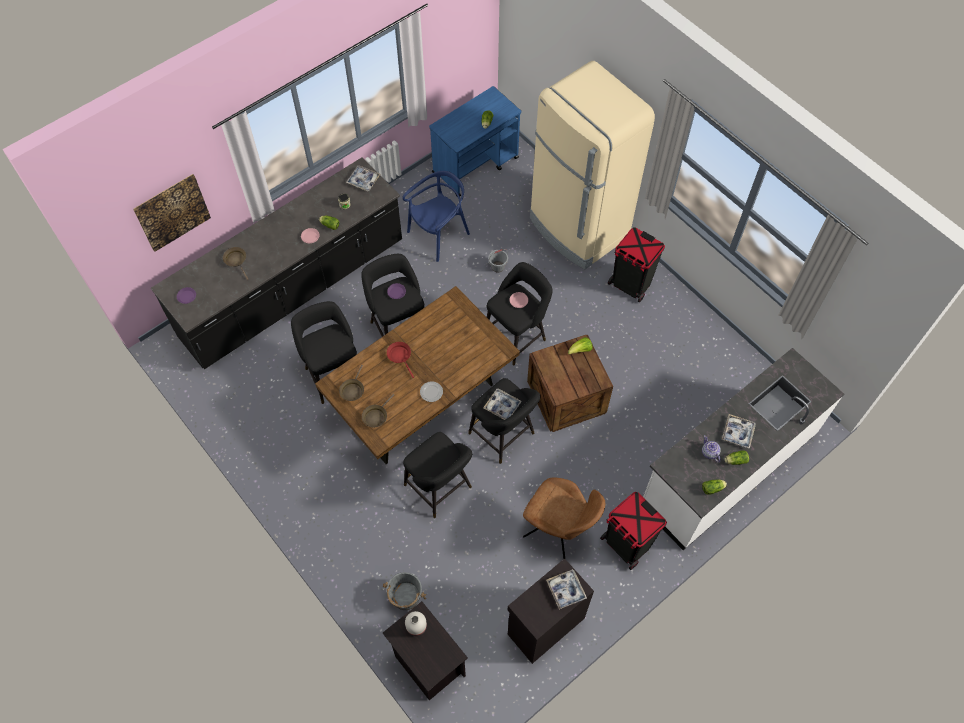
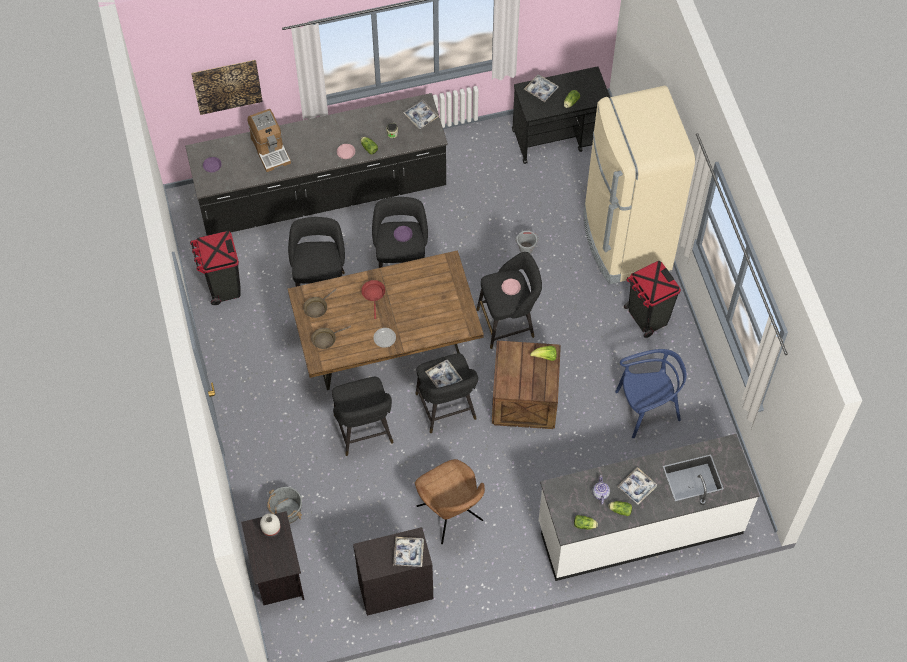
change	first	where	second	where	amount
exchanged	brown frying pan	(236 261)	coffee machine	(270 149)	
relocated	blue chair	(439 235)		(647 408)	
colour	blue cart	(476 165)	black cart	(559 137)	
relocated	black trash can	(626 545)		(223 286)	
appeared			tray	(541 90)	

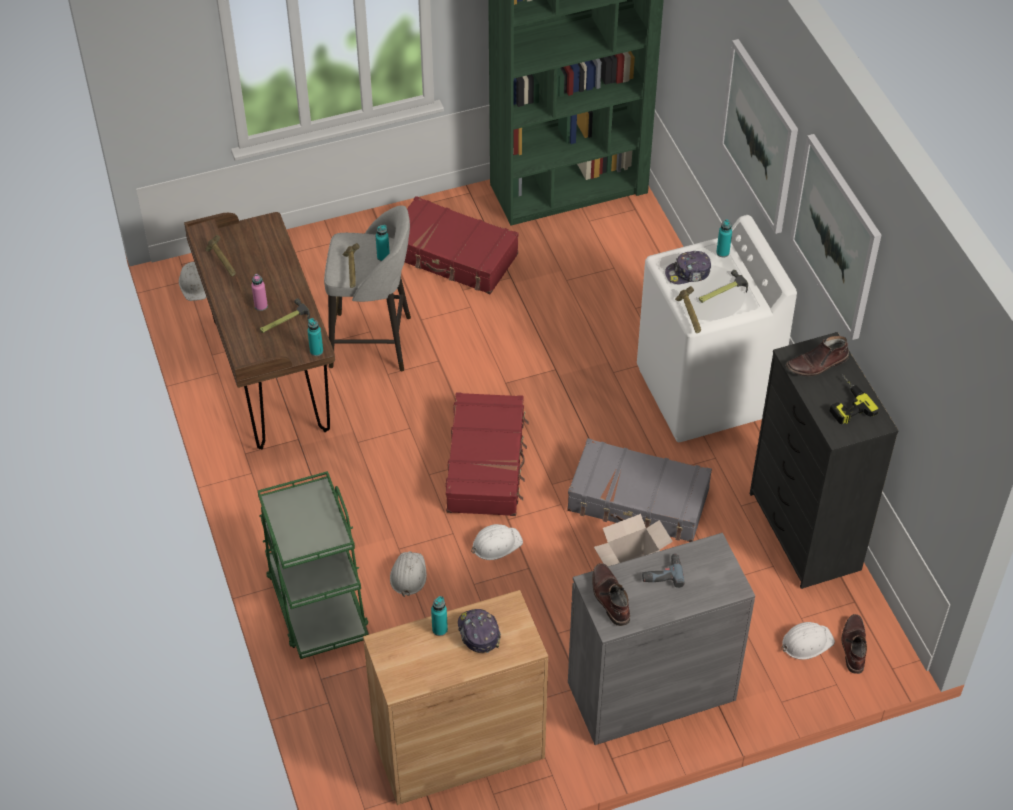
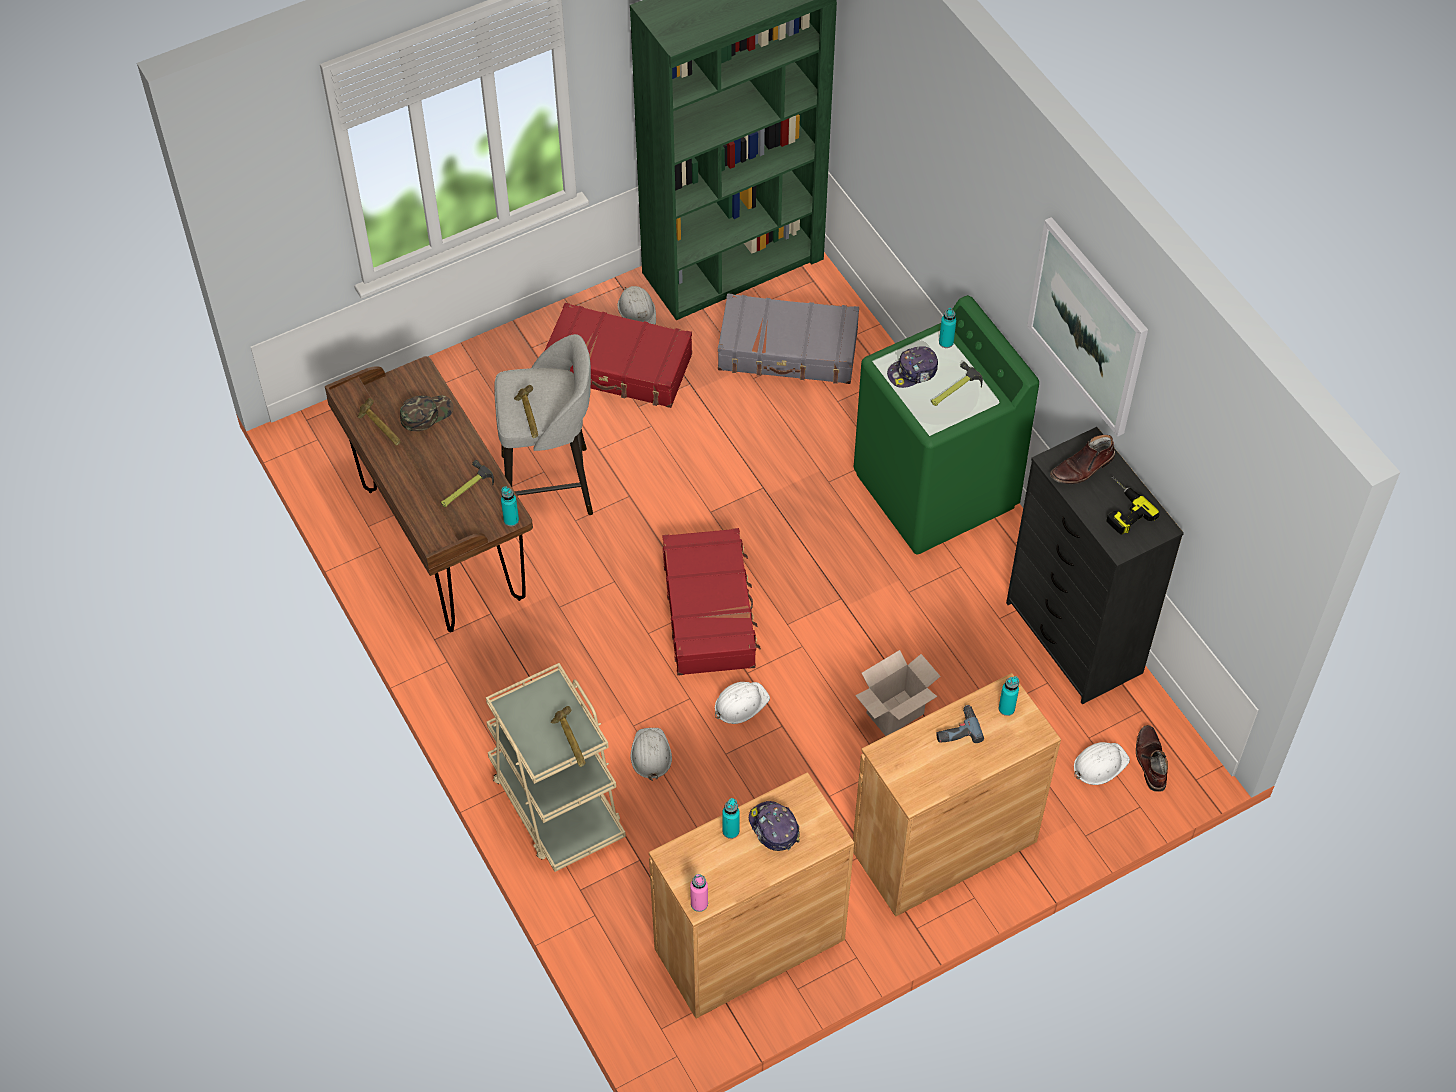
change	first	where	second	where	amount
relocated	white hard hat	(195 284)		(637 310)	
relocated	pink bottle	(261 306)		(699 904)	
colour	green cart	(317 604)	beige cart	(556 803)	
relocated	turquoise bottle	(383 257)		(1006 708)	
relocated	grey suitcase	(638 501)		(788 351)	
colour	grey cabinet	(651 691)	brown cabinet	(944 846)	
missing	brown boot	(609 598)			
colour	white washing machine	(706 392)	green washing machine	(935 491)	
relocated	hammer	(689 316)		(571 743)	
missing	picture	(760 136)			
appeared			green cap	(426 413)	

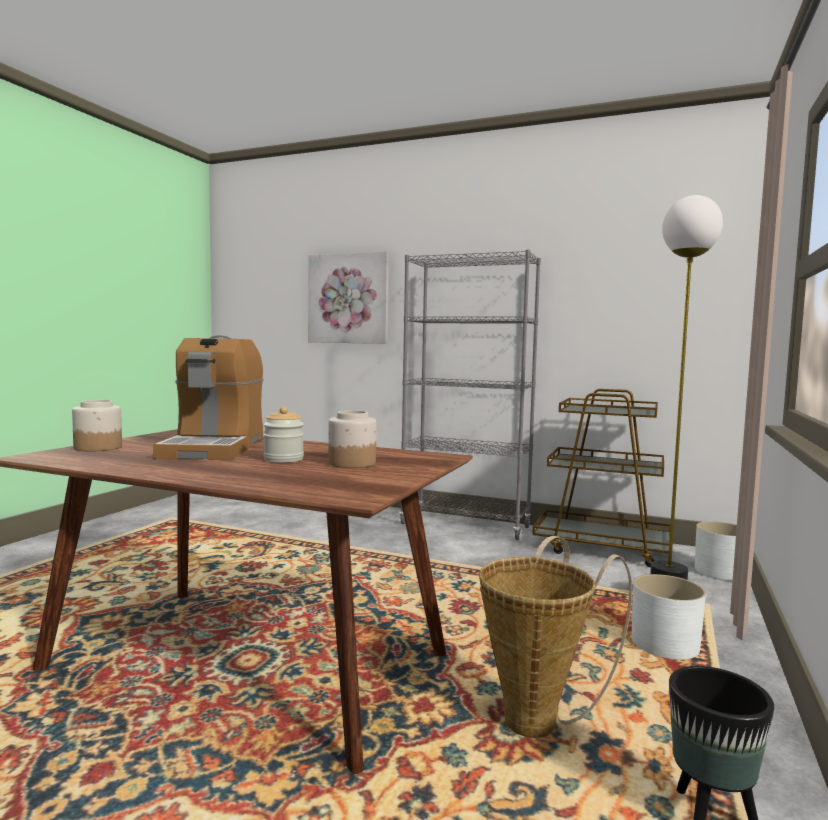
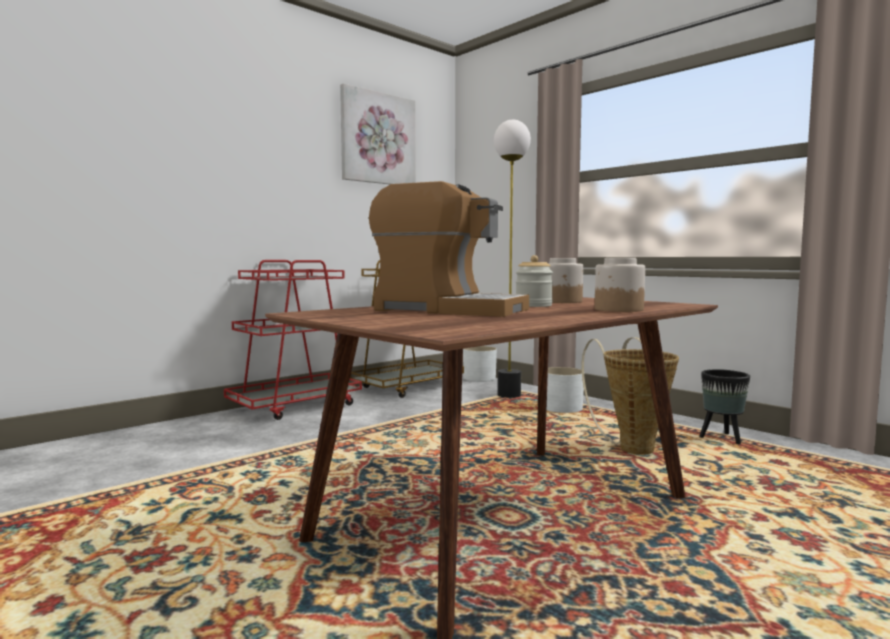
change	first	where	second	where	amount
relocated	jar	(98 447)		(618 309)	
relocated	picture	(349 298)		(377 138)	
exchanged	grey bookcase	(465 525)	red cart	(295 406)	

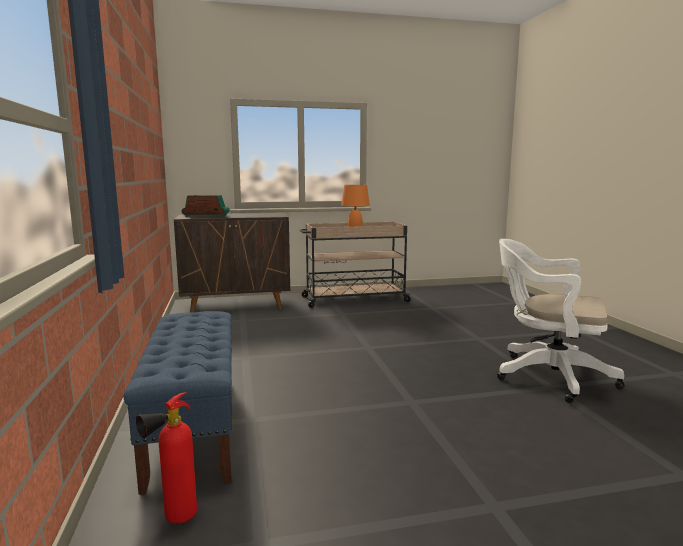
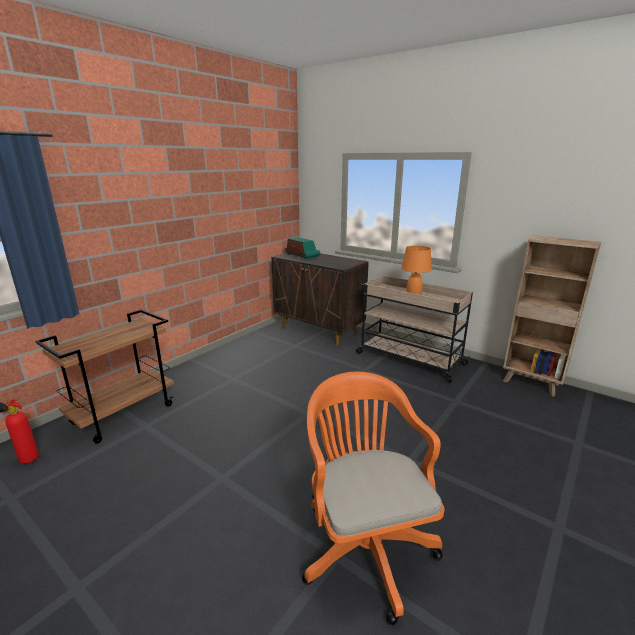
change	first	where	second	where	amount
exchanged	blue bench	(194 427)	brown cart	(124 413)	
colour	white office chair	(547 375)	orange office chair	(364 543)	
appeared			brown bookcase	(532 383)	

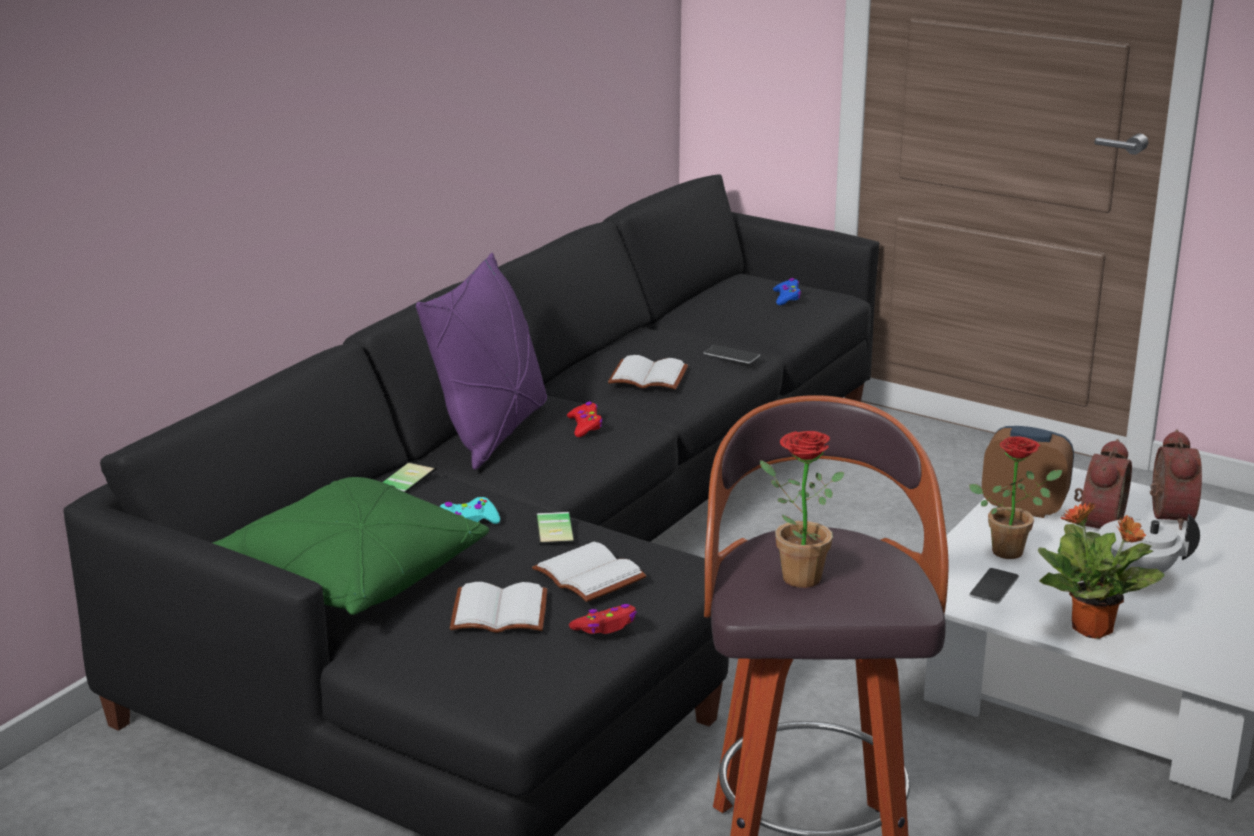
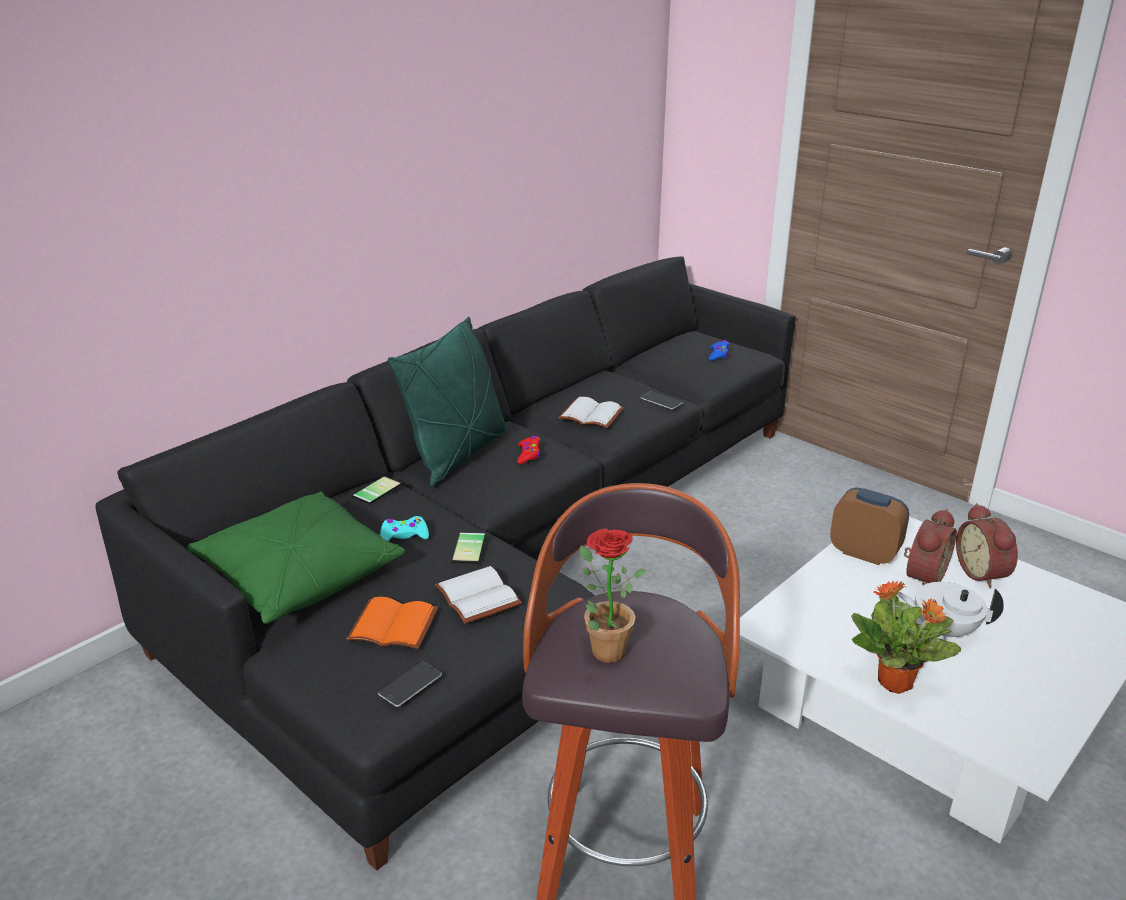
change	first	where	second	where	amount
colour	purple pillow	(492 433)	green pillow	(458 454)	
colour	white book	(501 611)	orange book	(395 624)	
missing	red game controller	(605 626)			
missing	potted plant	(1012 549)			
relocated	phone	(994 586)		(410 684)	
spun	alarm clock	(1166 515)		(983 573)	150 degrees clockwise

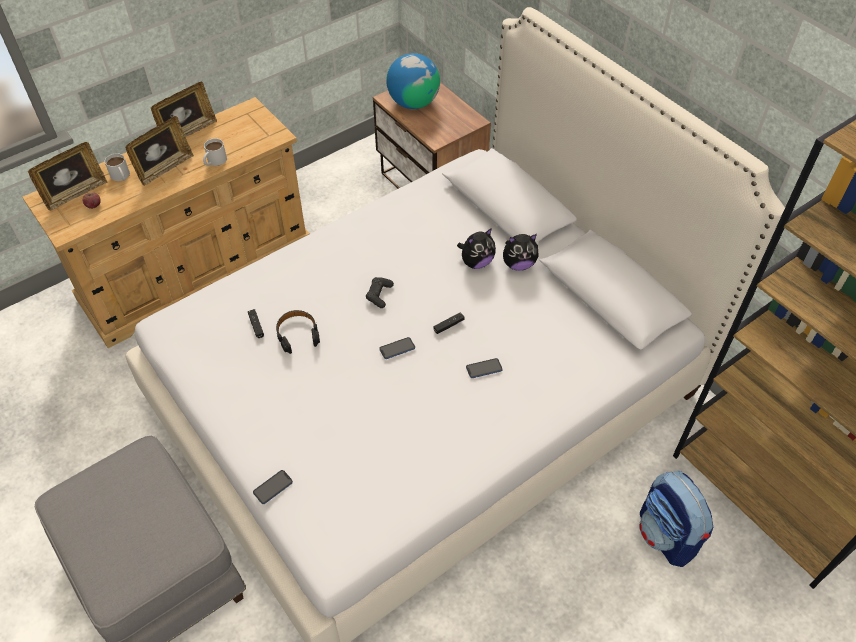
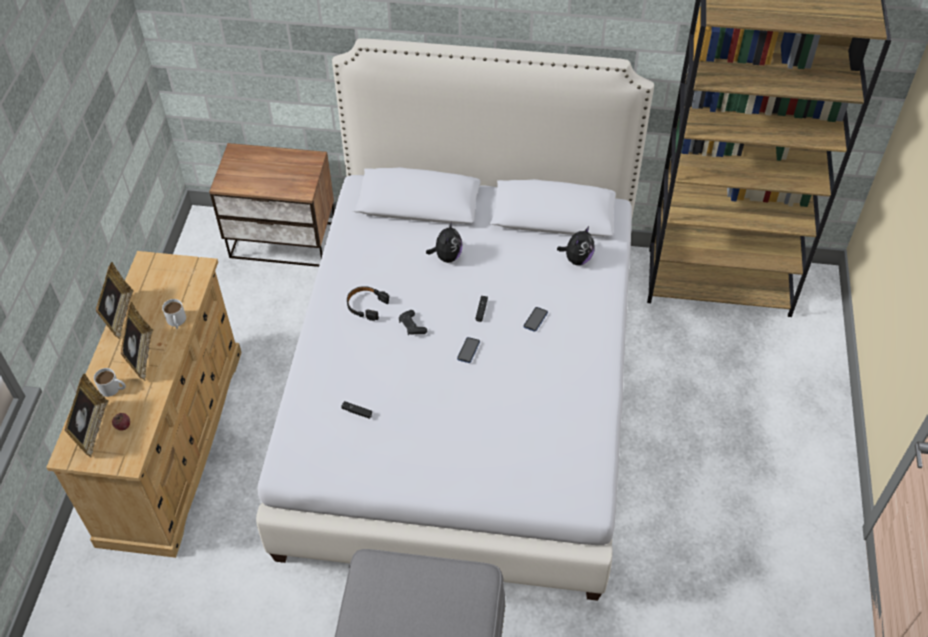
change	first	where	second	where	amount
missing	phone	(273 487)			
relocated	black headphones	(297 334)		(366 305)	
missing	globe	(413 102)			
relocated	plush toy	(518 264)		(577 259)	
missing	backpack	(667 535)			

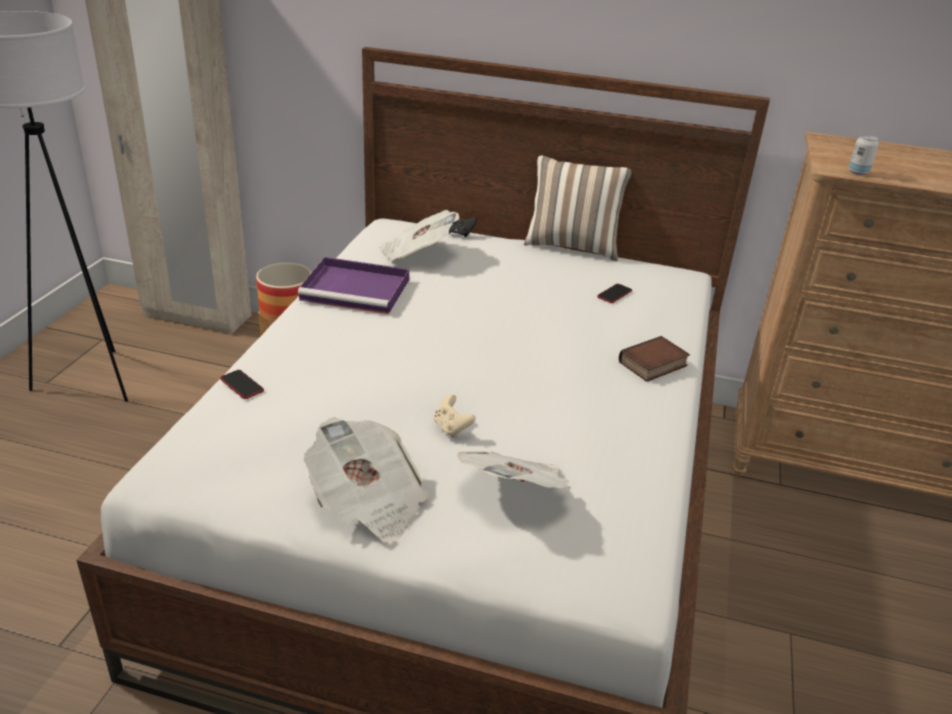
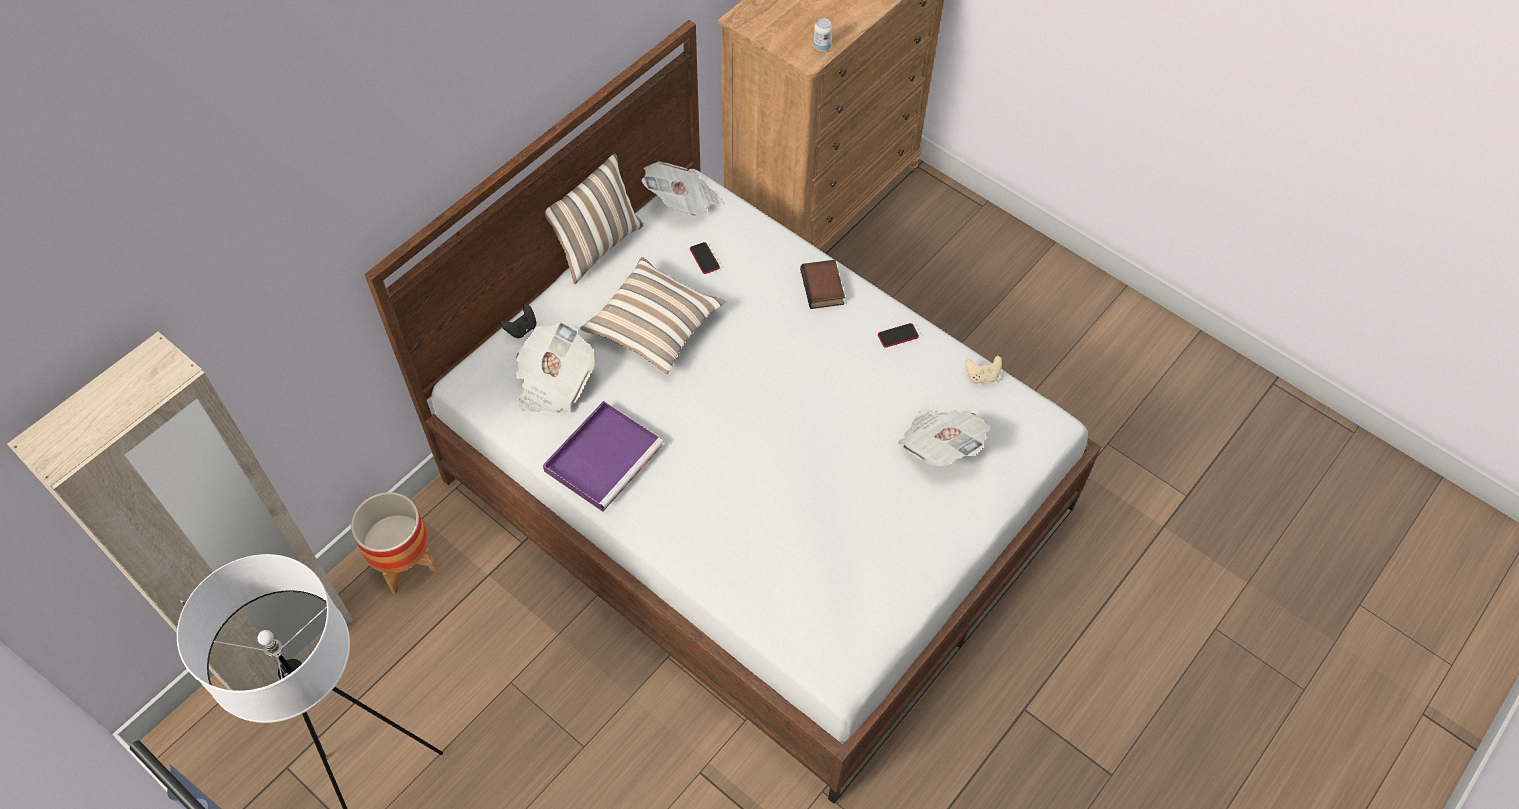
change	first	where	second	where	amount
relocated	phone	(242 385)		(898 336)	
relocated	newspaper	(368 503)		(683 202)	
relocated	beige game controller	(451 428)		(982 376)	
appeared			pillow	(654 327)	

